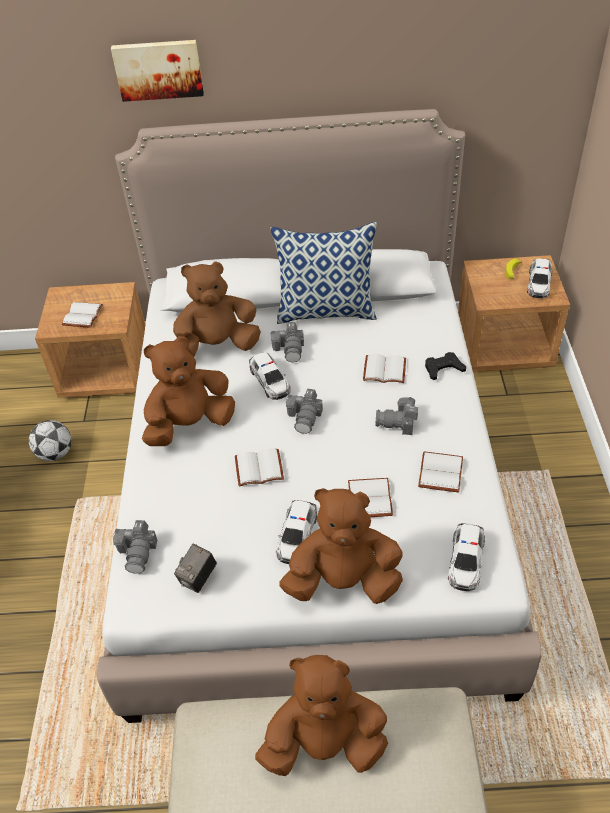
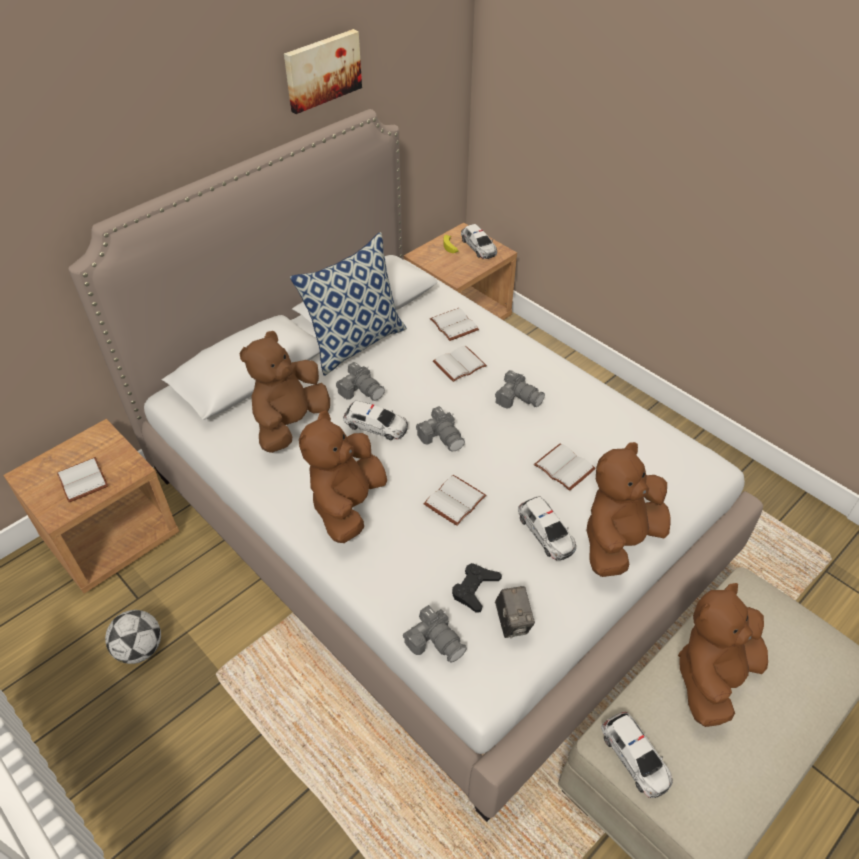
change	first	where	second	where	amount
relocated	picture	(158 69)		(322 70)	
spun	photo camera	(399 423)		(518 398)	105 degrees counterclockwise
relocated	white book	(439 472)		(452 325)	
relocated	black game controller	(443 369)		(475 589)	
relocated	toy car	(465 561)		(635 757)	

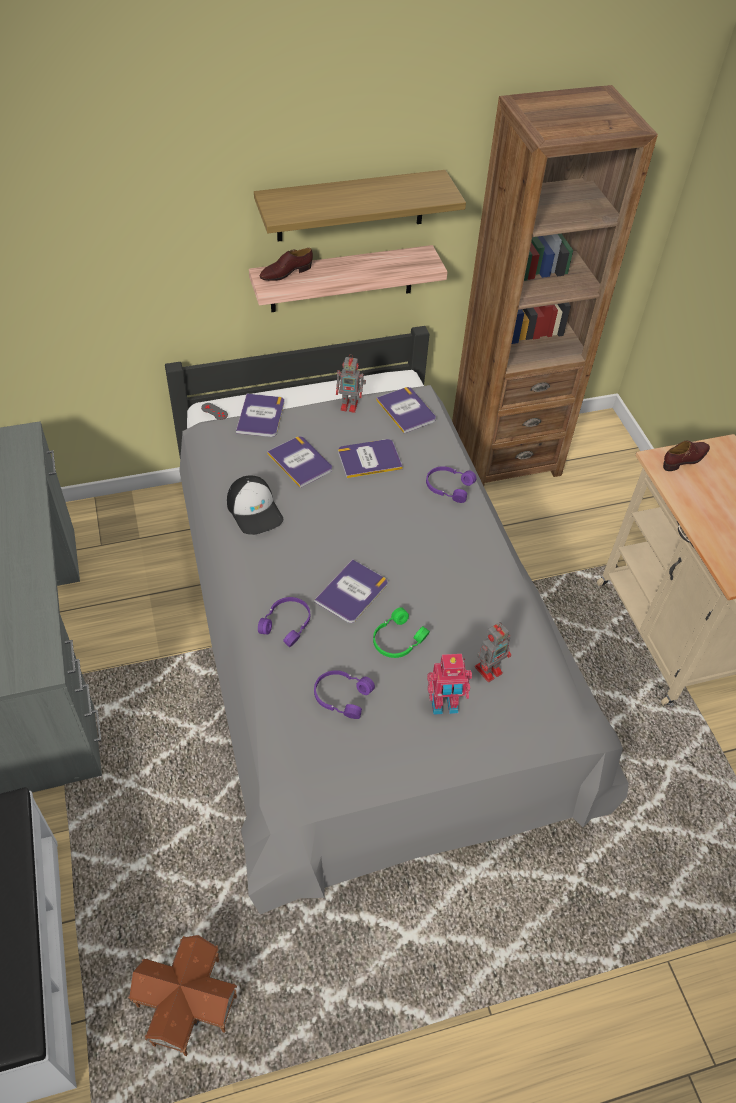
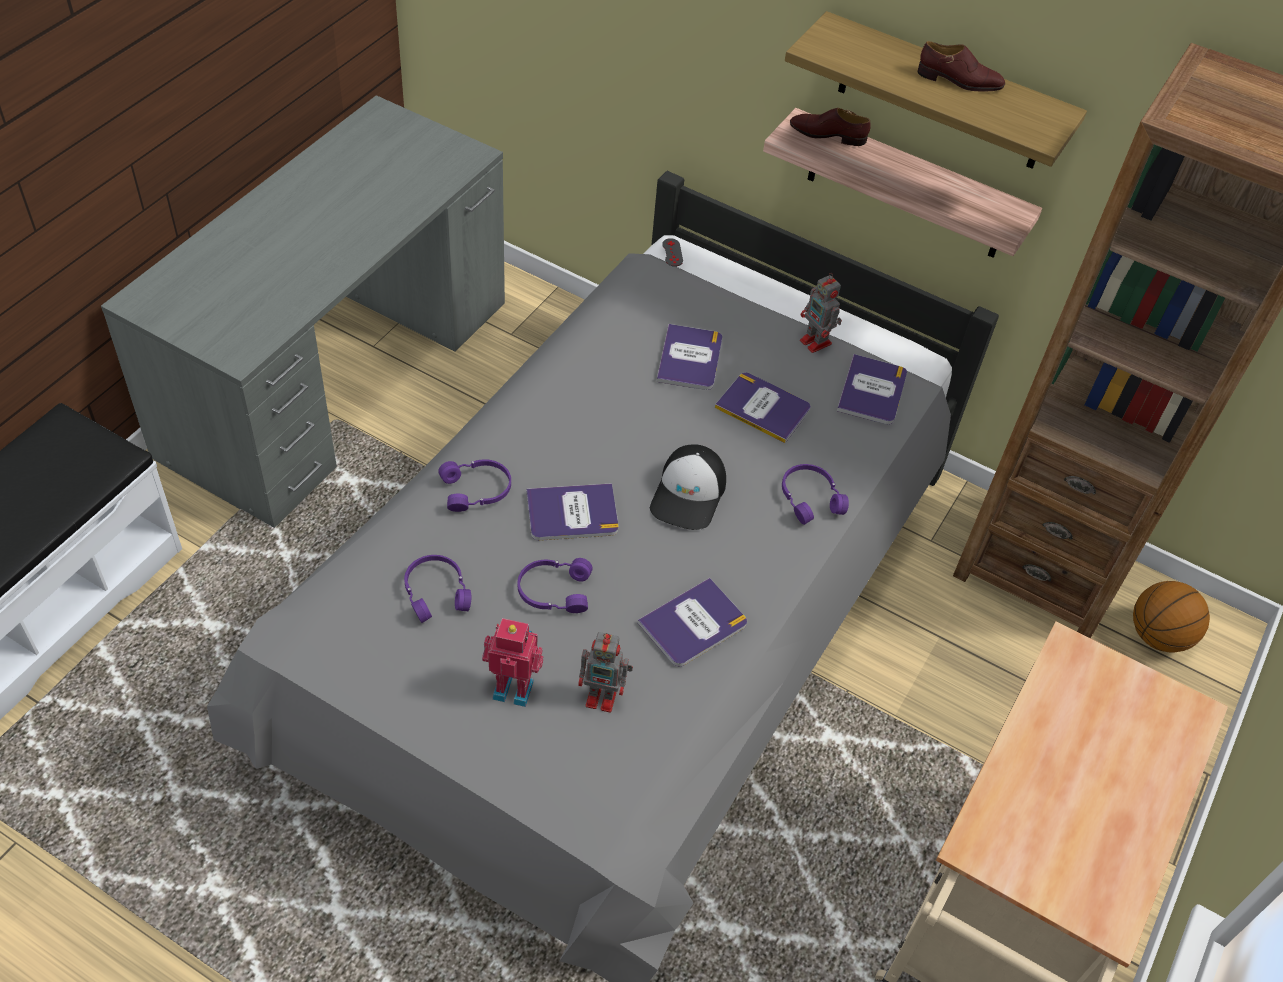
change	first	where	second	where	amount
missing	toy house	(185 1003)			
relocated	cap	(255 510)		(689 494)	
relocated	book	(261 416)		(693 624)	
colour	green headphones	(397 640)	purple headphones	(554 590)	
spun	toy robot	(444 706)		(514 687)	150 degrees clockwise
relocated	brown shoe	(685 459)		(959 81)	
appeared			basketball	(1158 636)	

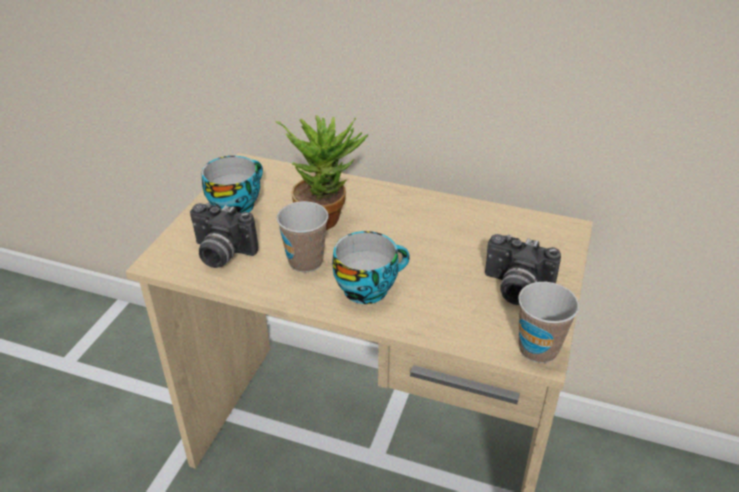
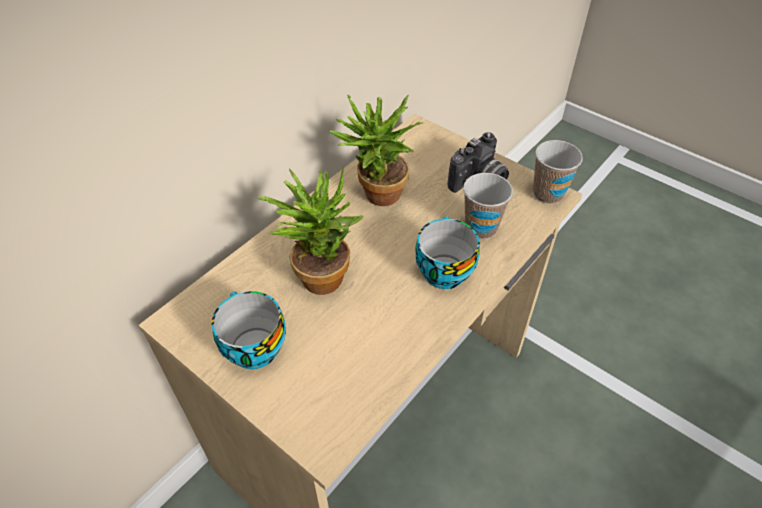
change	first	where	second	where	amount
missing	photo camera	(221 254)			
relocated	cup	(305 262)		(481 228)	
appeared			potted plant	(376 197)	

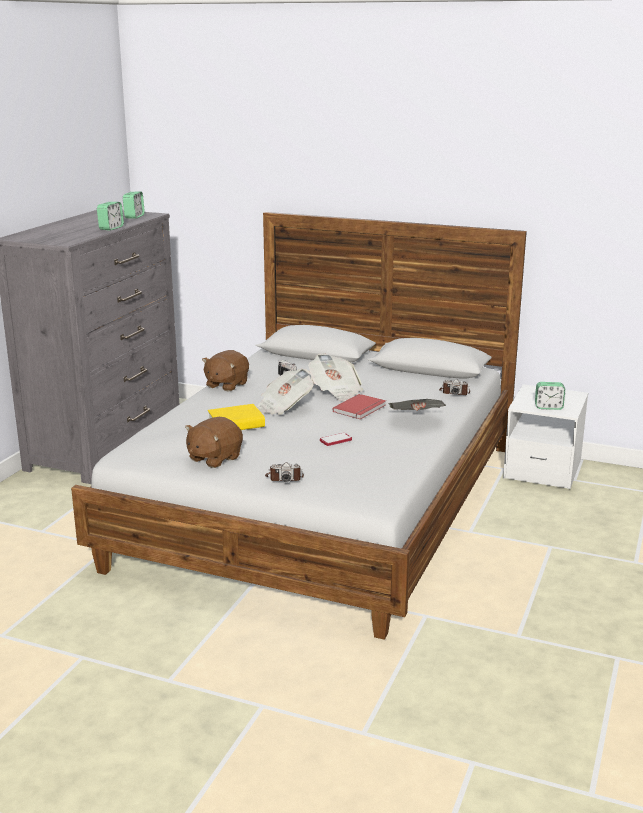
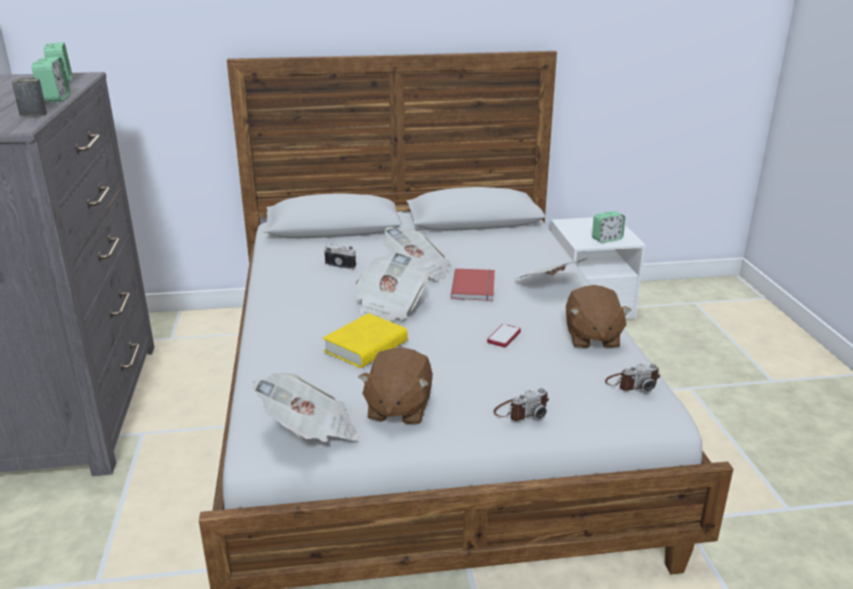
change	first	where	second	where	amount
relocated	brown plush toy	(226 385)		(591 338)	
relocated	photo camera	(454 392)		(632 383)	
appeared			can	(33 114)	
appeared			newspaper	(310 431)	

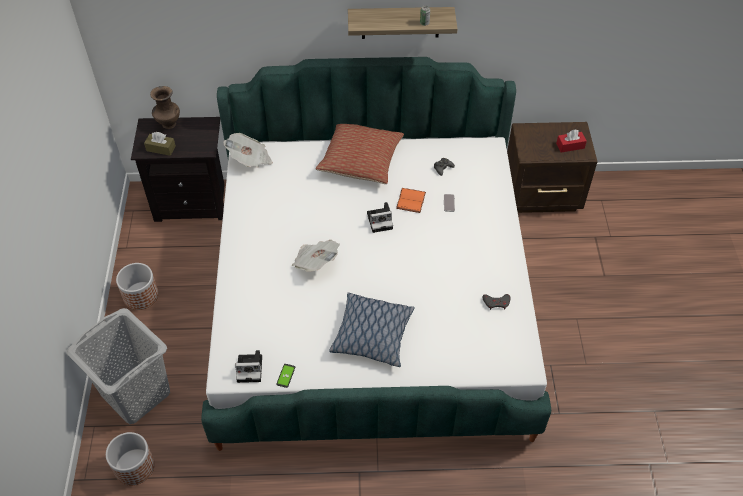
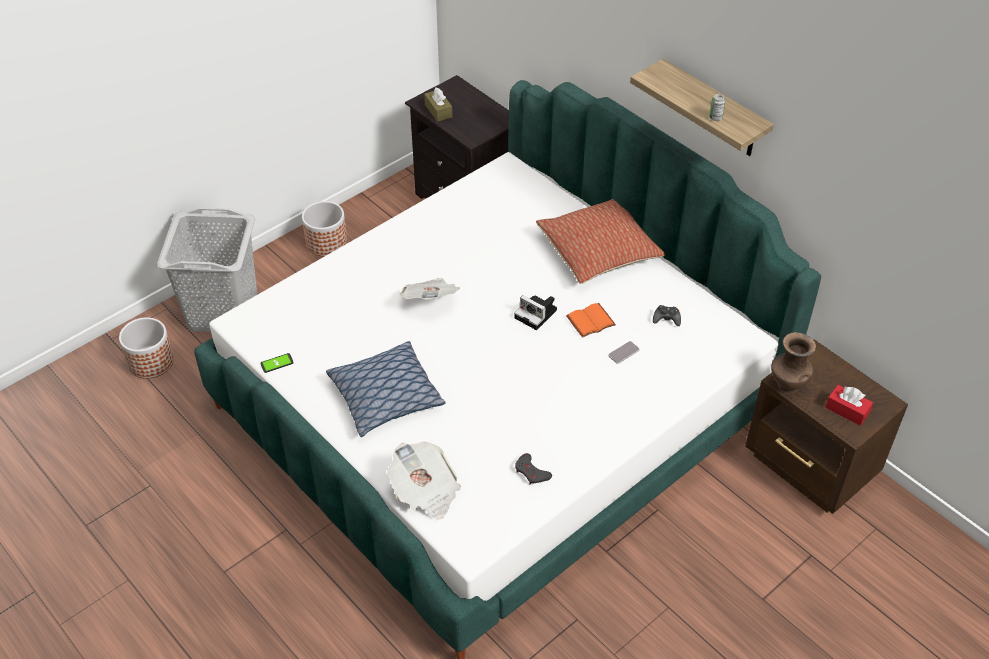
change	first	where	second	where	amount
relocated	brown vase	(168 124)		(786 385)	
relocated	newspaper	(250 159)		(425 491)	
missing	photo camera	(251 368)			

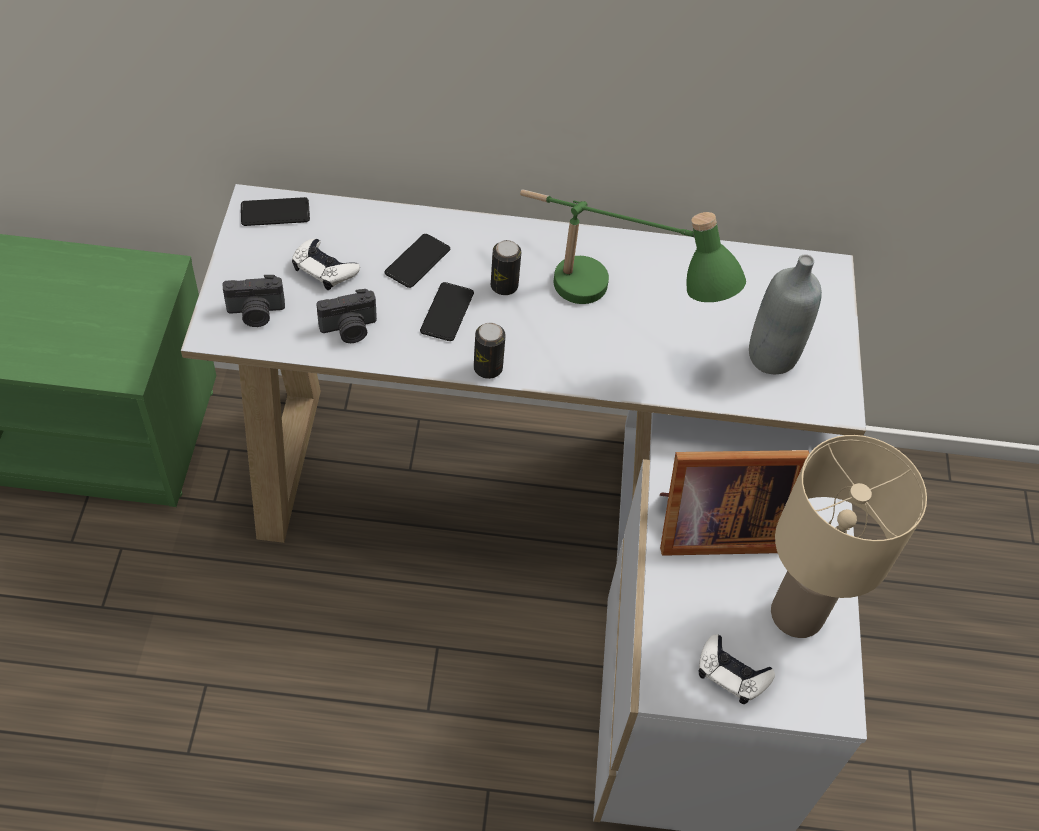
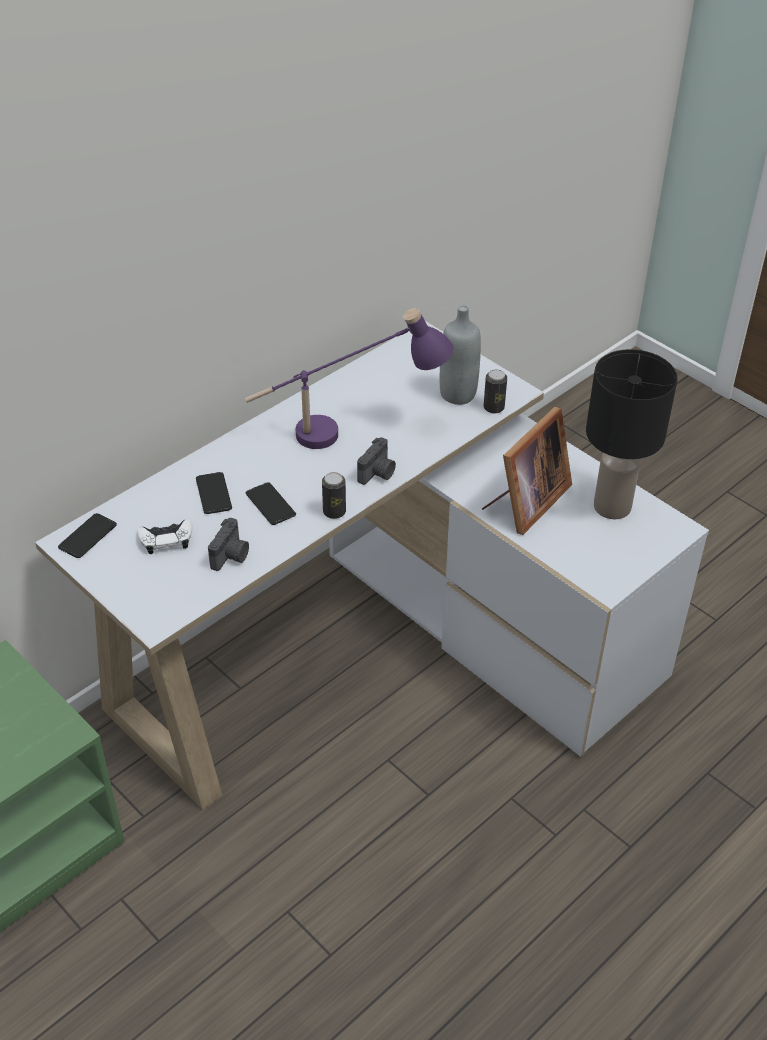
change	first	where	second	where	amount
relocated	photo camera	(256 313)		(378 473)	
relocated	can	(504 286)		(493 407)	
colour	green table lamp	(611 306)	purple table lamp	(349 433)	
missing	white game controller	(732 673)			
colour	beige table lamp	(798 614)	black table lamp	(613 506)	

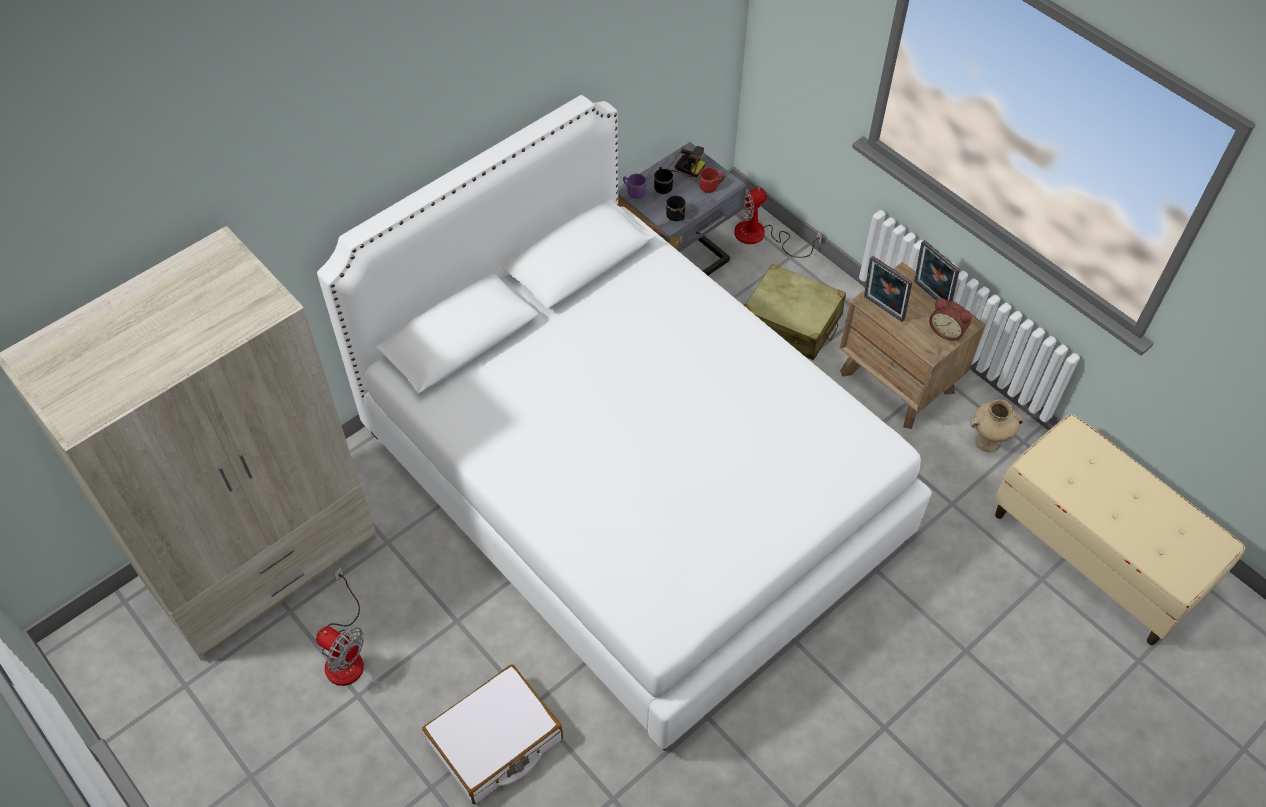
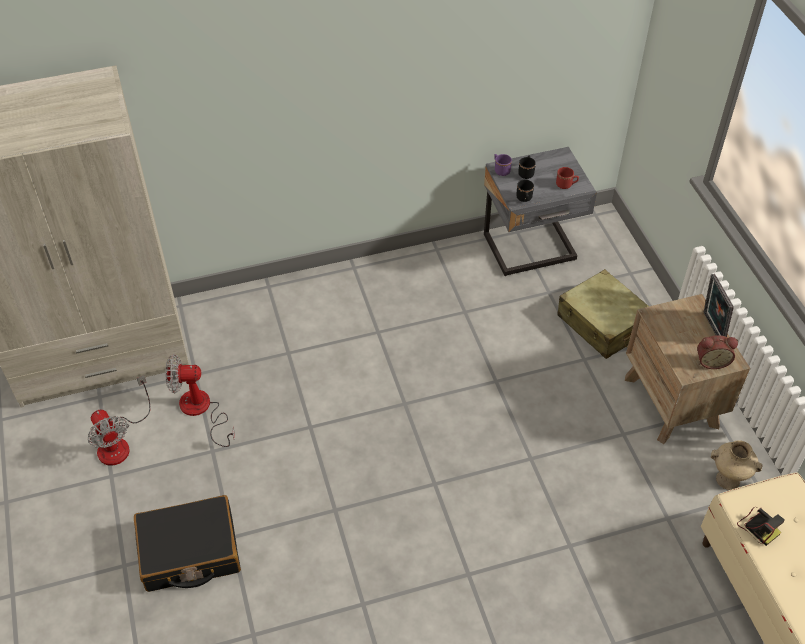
change	first	where	second	where	amount
missing	white bed	(631 485)			
colour	white suitcase	(495 741)	black suitcase	(189 552)	
relocated	photo camera	(685 166)		(758 527)	
relocated	fan	(760 237)		(201 411)	
missing	picture frame	(882 310)			
spun	alarm clock	(947 330)		(711 361)	60 degrees counterclockwise

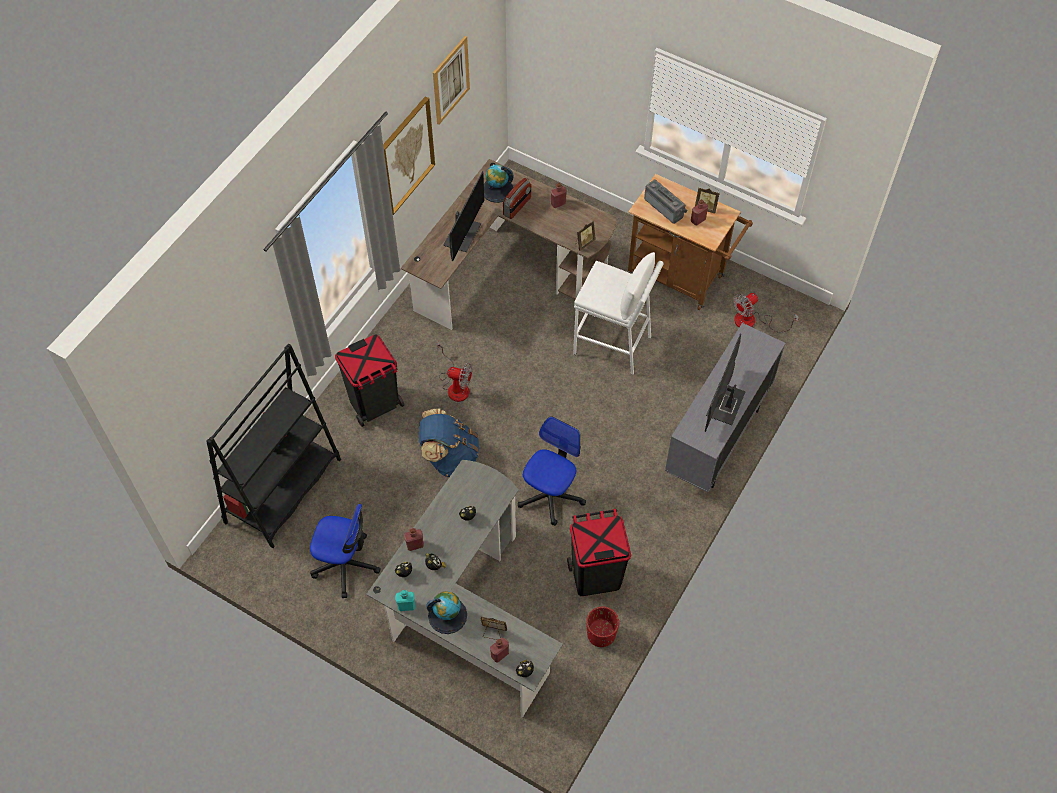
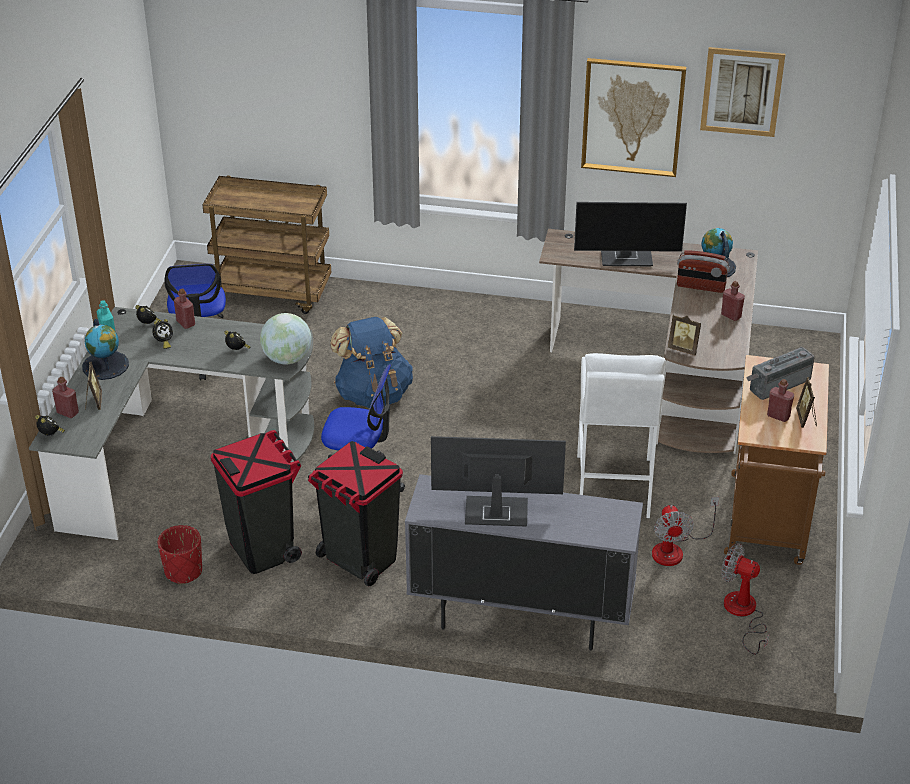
change	first	where	second	where	amount
exchanged	black bookcase	(283 490)	brown cart	(274 293)	
relocated	black trash can	(375 404)		(360 560)	
relocated	fan	(455 385)		(675 549)	
spun	radio	(665 207)		(777 383)	150 degrees counterclockwise
appeared			globe	(287 359)	

